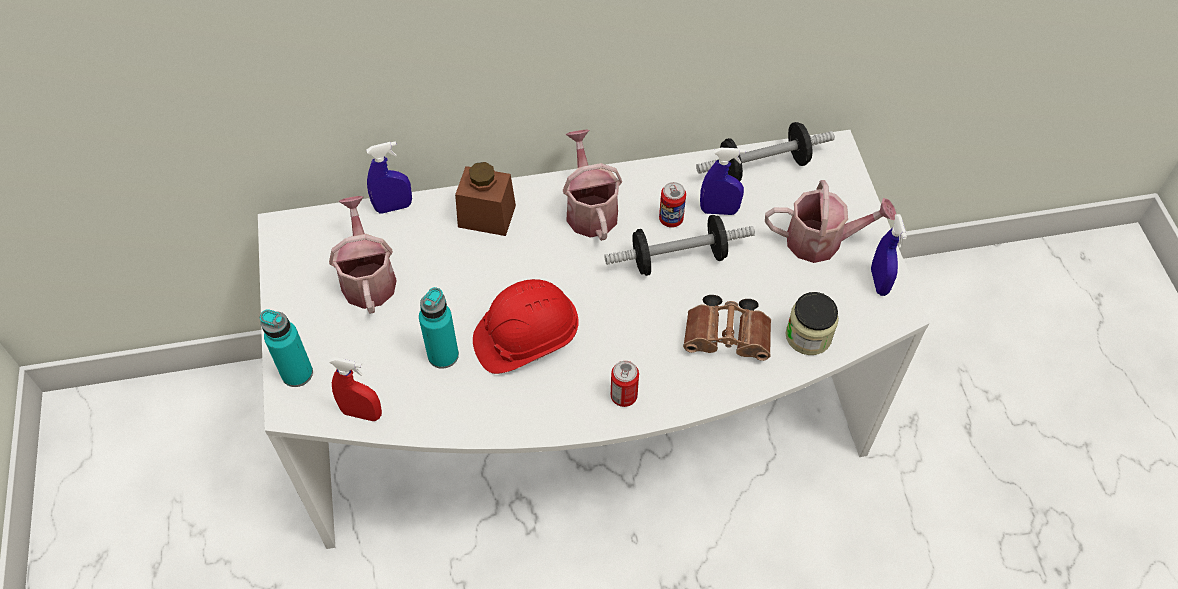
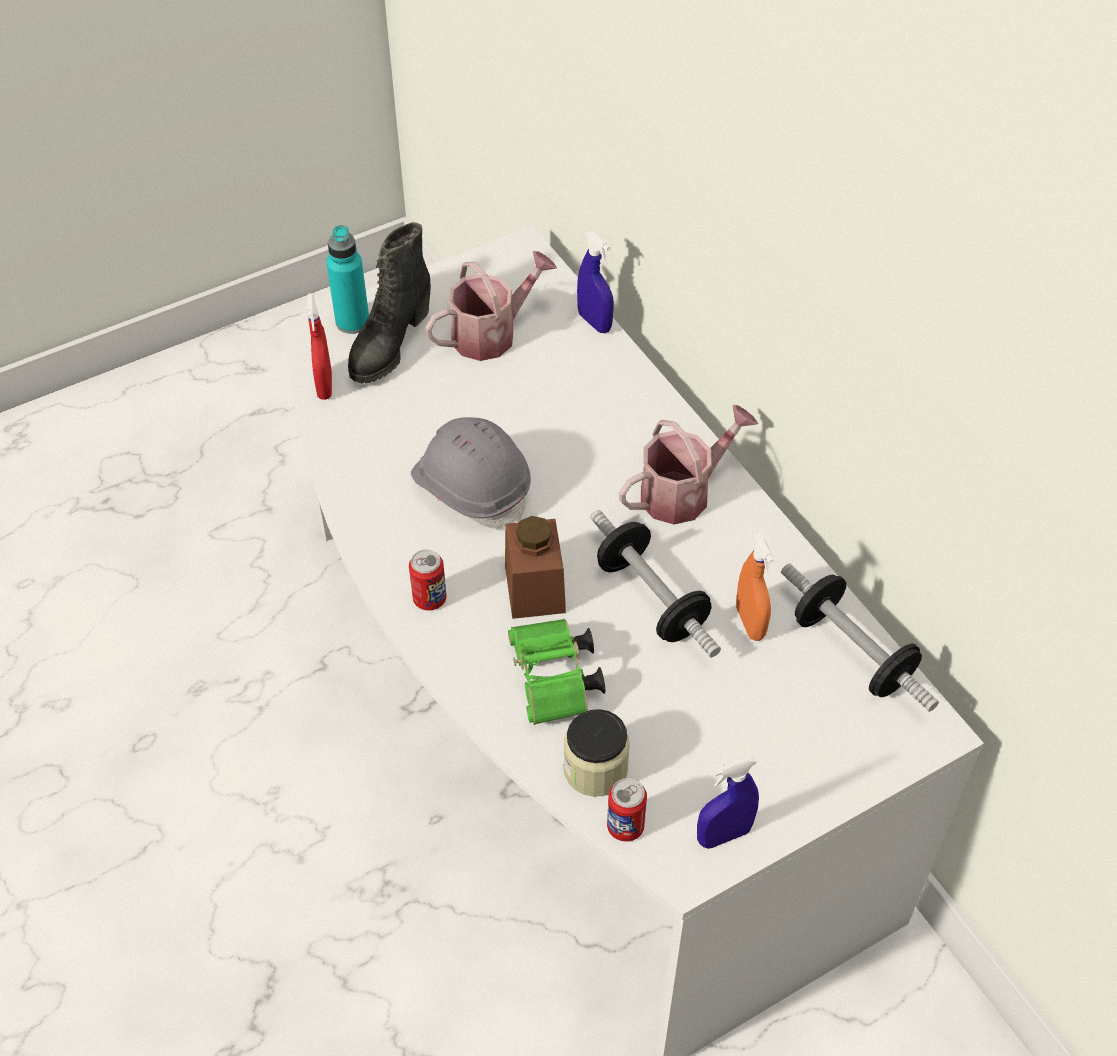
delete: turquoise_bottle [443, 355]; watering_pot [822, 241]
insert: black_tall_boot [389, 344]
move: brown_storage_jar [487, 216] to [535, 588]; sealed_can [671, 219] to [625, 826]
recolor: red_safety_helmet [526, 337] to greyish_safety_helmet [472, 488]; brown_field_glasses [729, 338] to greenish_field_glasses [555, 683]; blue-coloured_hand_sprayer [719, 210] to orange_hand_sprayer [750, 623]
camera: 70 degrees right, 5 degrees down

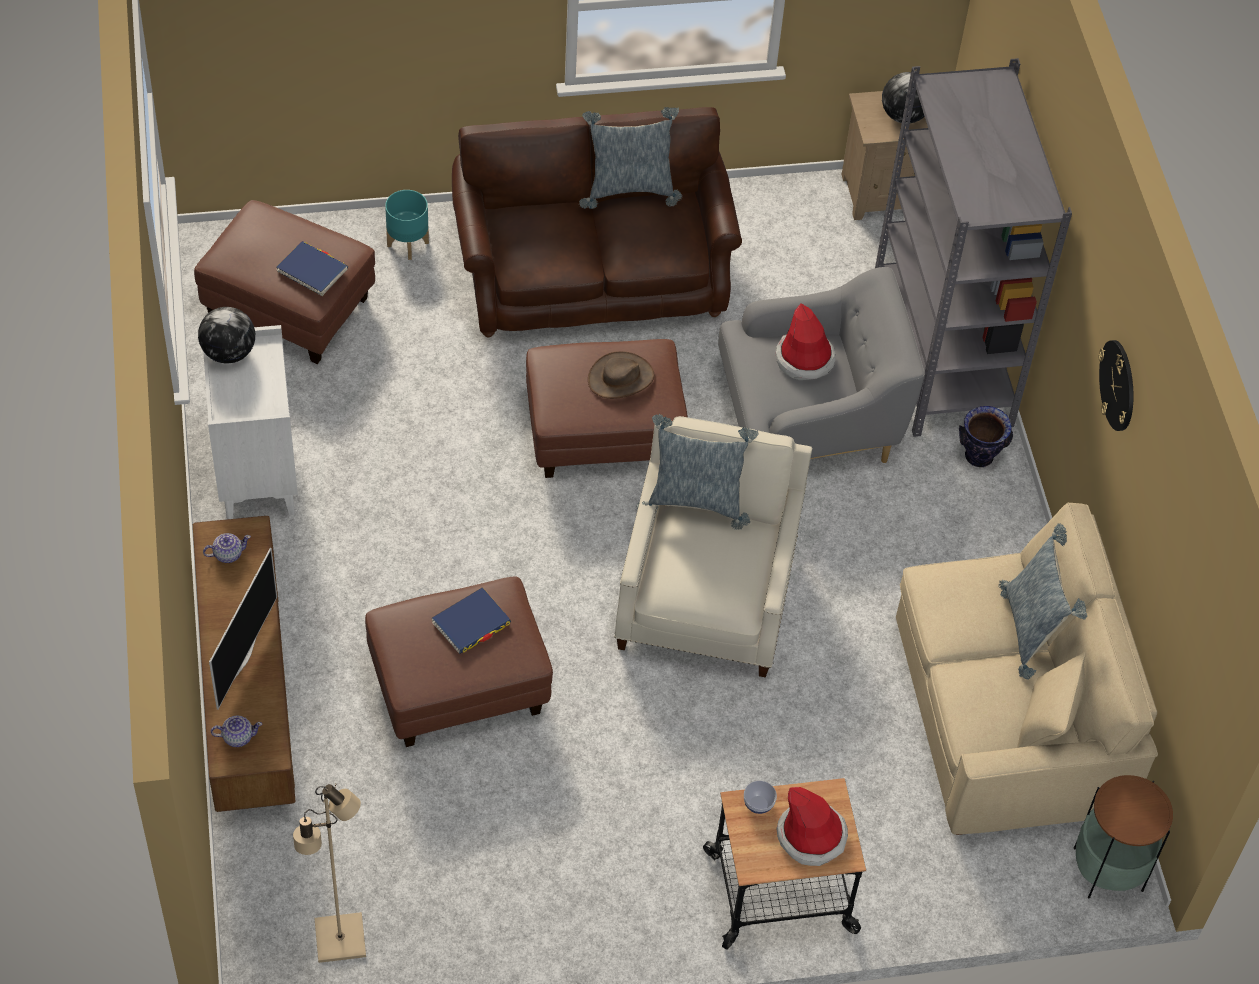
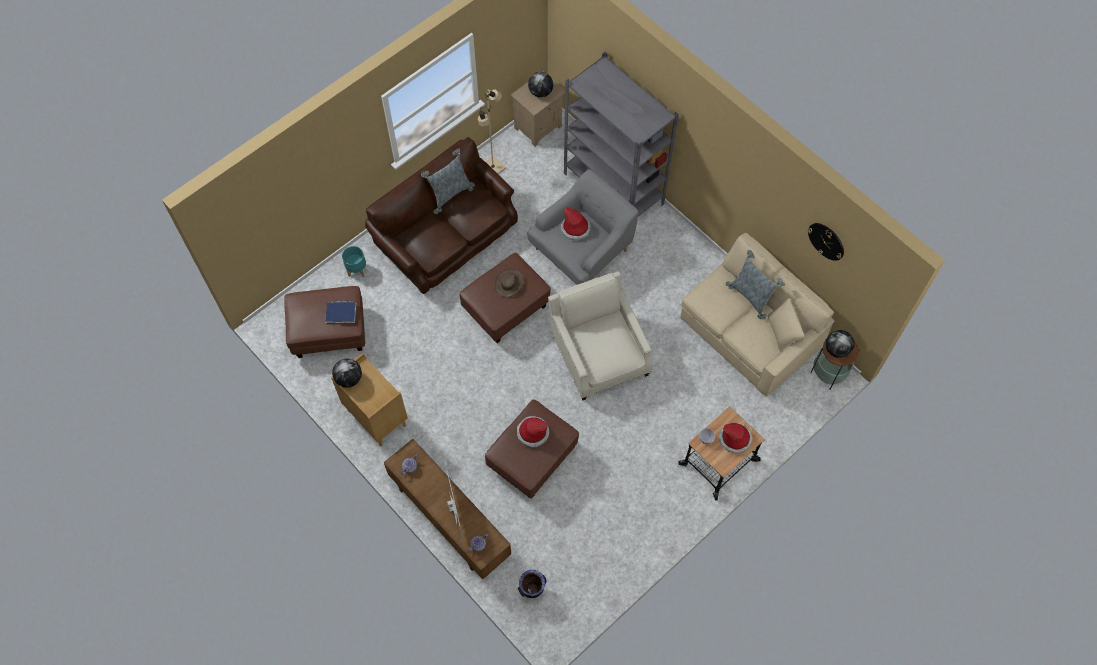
delete: cushion [695, 505]
insert: world_globe [837, 350]
move: sand-coloured_standing_lamp [340, 938] to [492, 167]; decorative_vase [979, 457] to [532, 590]; hanging_clock [1118, 385] to [826, 241]
replace: blue-coloured_book [471, 623] to clothing_hat [532, 432]
recolor: white-coloured_storage_cabinet [257, 475] to brown_storage_cabinet [376, 417]
camera: 30 degrees left, 10 degrees up

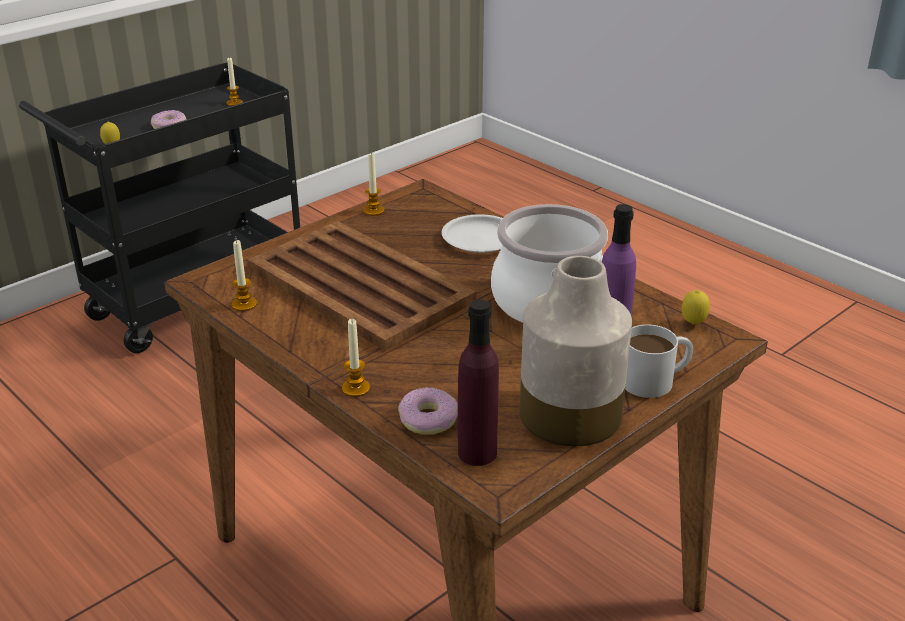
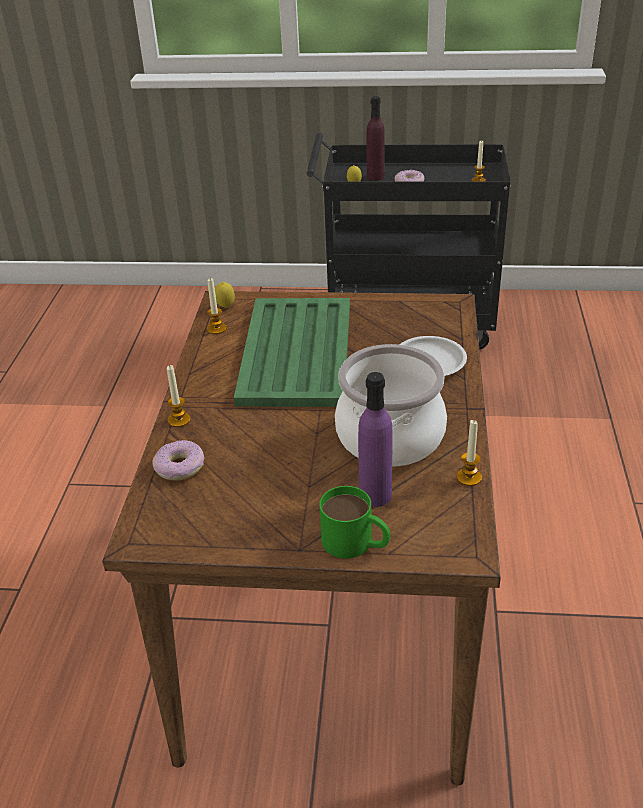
delete: sand-coloured_decorative_vase [569, 414]
move: wax_light [373, 211] to [469, 477]; purple-coloured_bottle [477, 453] to [375, 177]; citrus_fruit [693, 324] to [225, 307]
recolor: brown_serving_tray [360, 286] to greenish_serving_tray [295, 353]; white-coloured_coffee_mug [656, 379] to greenish_coffee_mug [356, 543]
camera: 50 degrees right, 5 degrees up

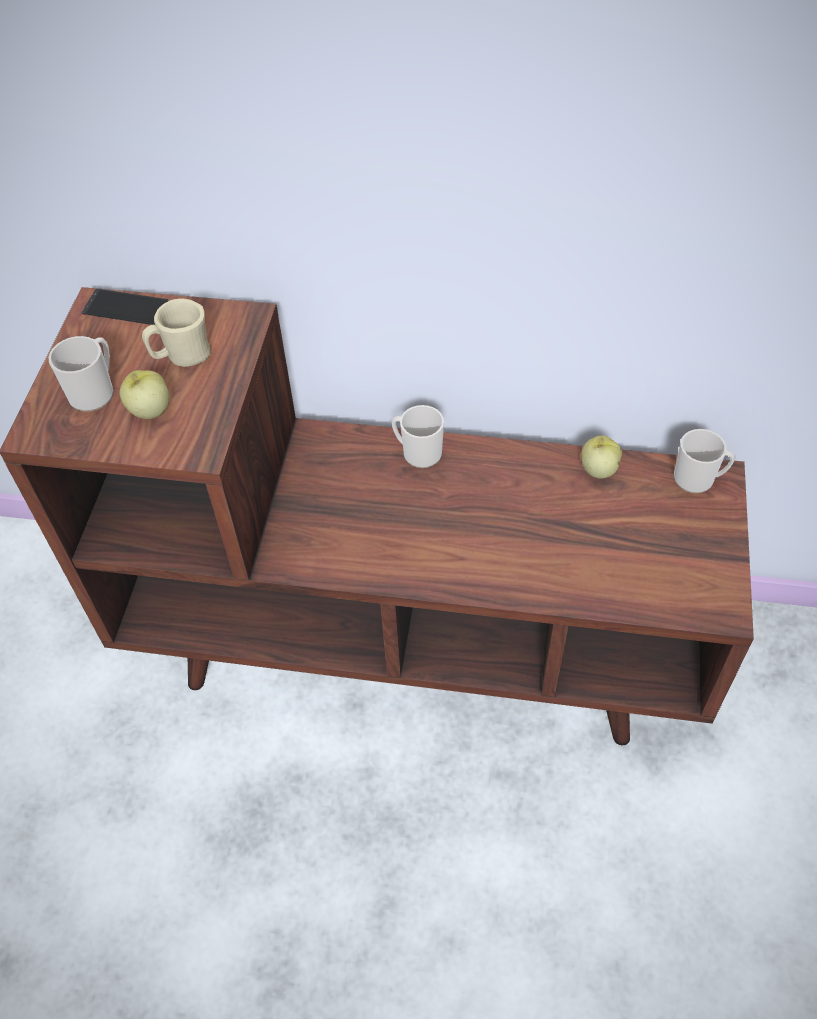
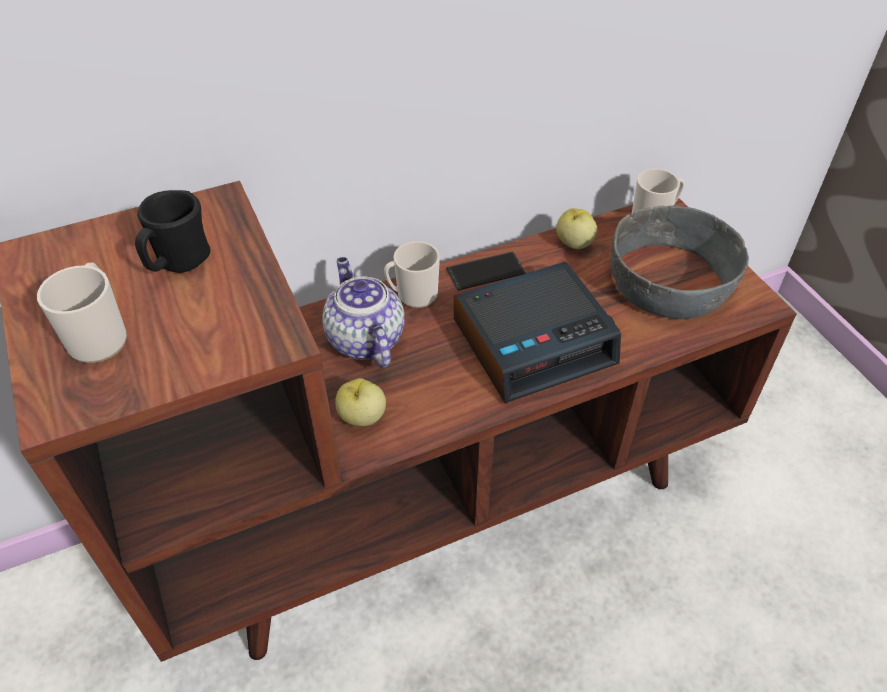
insert: tea_pot [364, 339]; bedside_clock [534, 341]; greyish_bowl [671, 282]
move: phone [125, 307] to [485, 271]; apple_fruit [149, 410] to [361, 417]
recolor: sand-coloured_coffee_mug [182, 357] to black_coffee_mug [178, 263]
camera: 35 degrees left, 5 degrees down

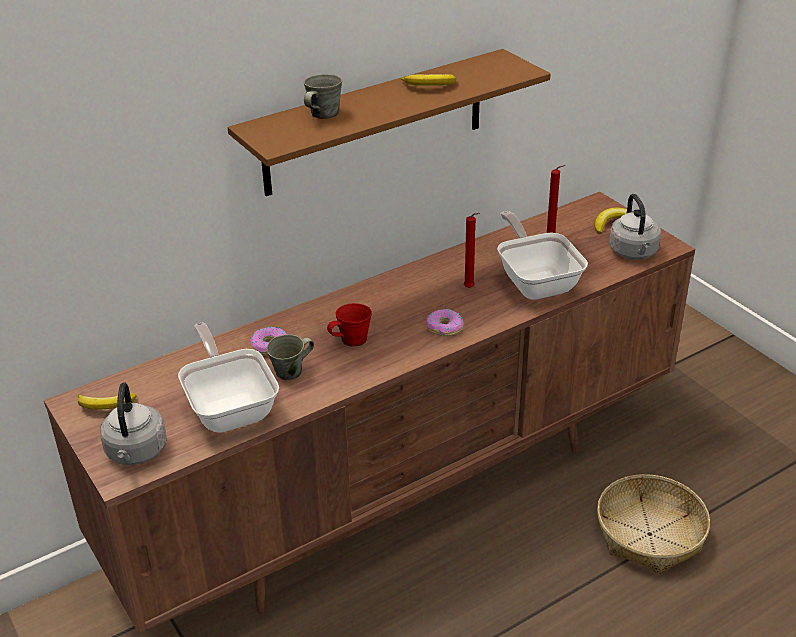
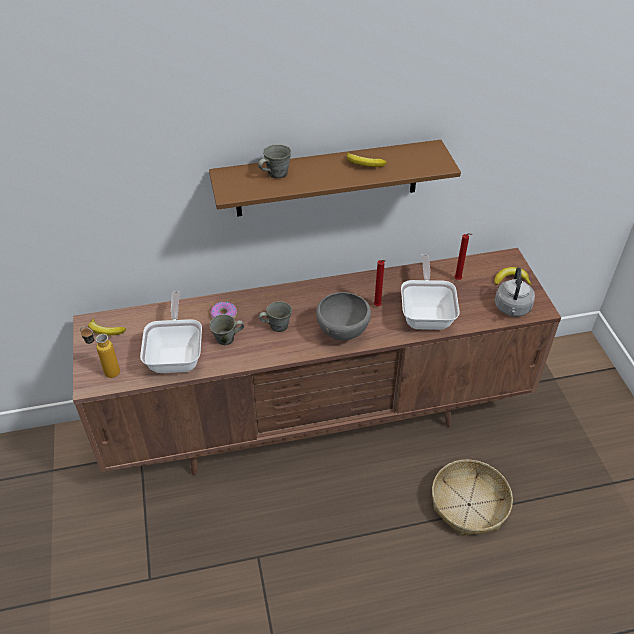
replace: greyish_kettle [136, 453] to bottle [106, 371]; doughnut [444, 327] to greyish_bowl [343, 333]
recolor: red_coffee_mug [352, 340] to greyish_coffee_mug [277, 326]
camera: 20 degrees right, 10 degrees up

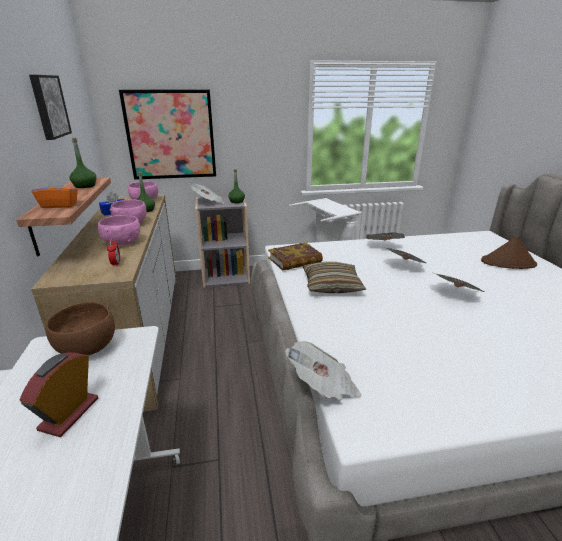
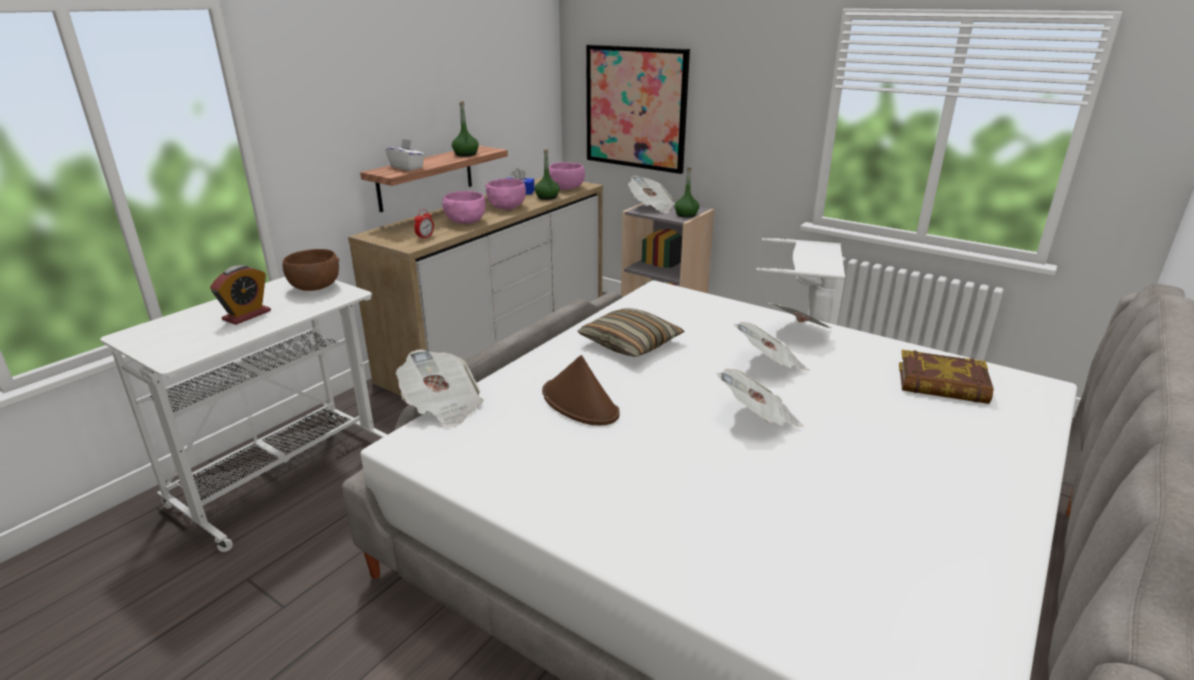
delete: wall_art [48, 106]
move: book [295, 260] to [942, 384]; brown_clothing_hat [508, 263] to [580, 403]
recolor: orange_tissue_holder [59, 205] to white-coloured_tissue_holder [407, 167]
rotate: bedside_clock [69, 414] = [247, 315] 150 degrees clockwise
camera: 45 degrees right, 0 degrees up

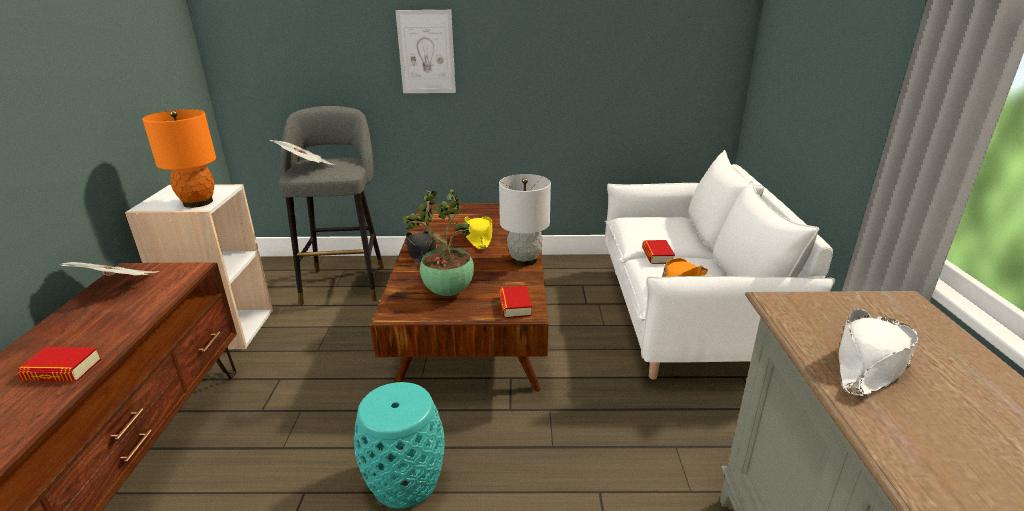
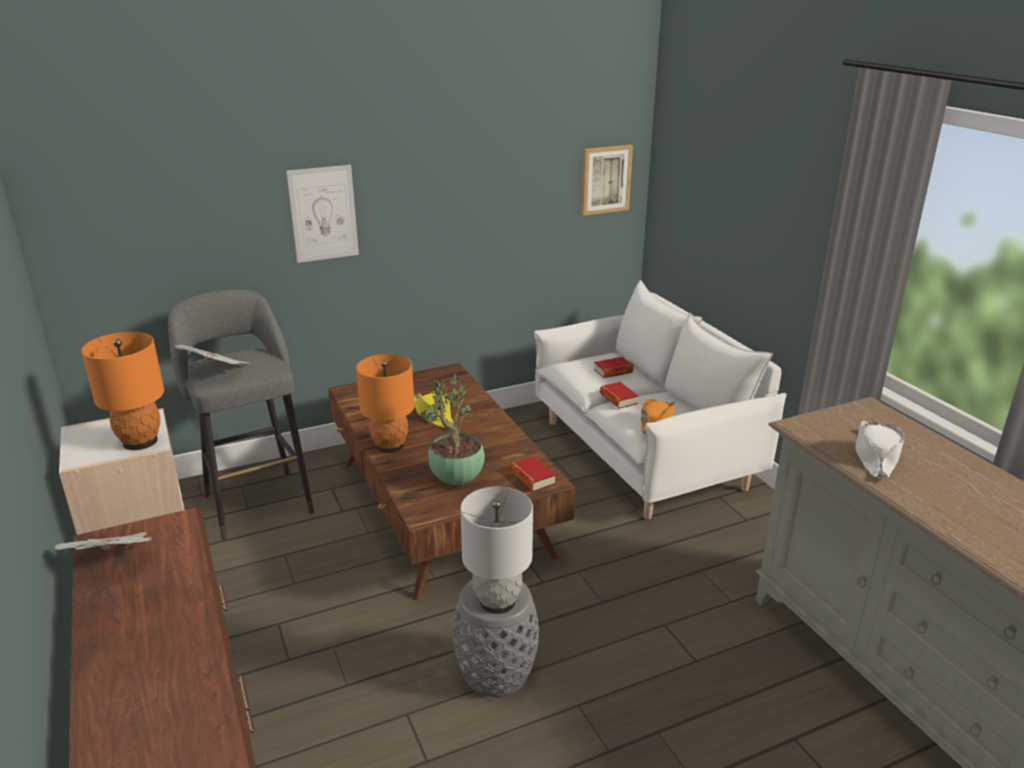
insert: wall_art [605, 179]
move: book [62, 370] to [613, 371]; white-coloured_tabletop_lamp [524, 260] to [497, 601]
replace: black_clothing_hat [422, 253] to orange_tabletop_lamp [390, 446]
recolor: turquoise_stool [405, 482] to greyish_stool [496, 673]
camera: 25 degrees left, 0 degrees up

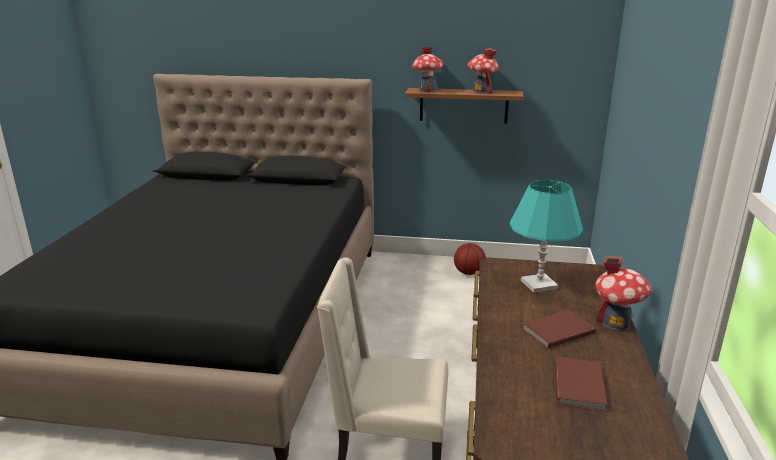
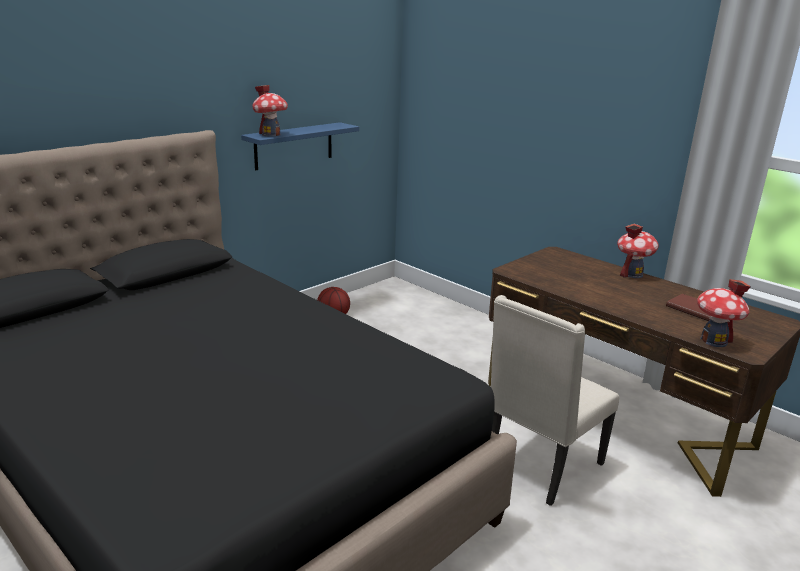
delete: turquoise_tabletop_lamp [539, 284]; brown_book [556, 331]
move: model_house [481, 91] to [714, 341]
recolor: brown_shelf [463, 105] to blue-coloured_shelf [294, 146]
camera: 55 degrees left, 0 degrees up

